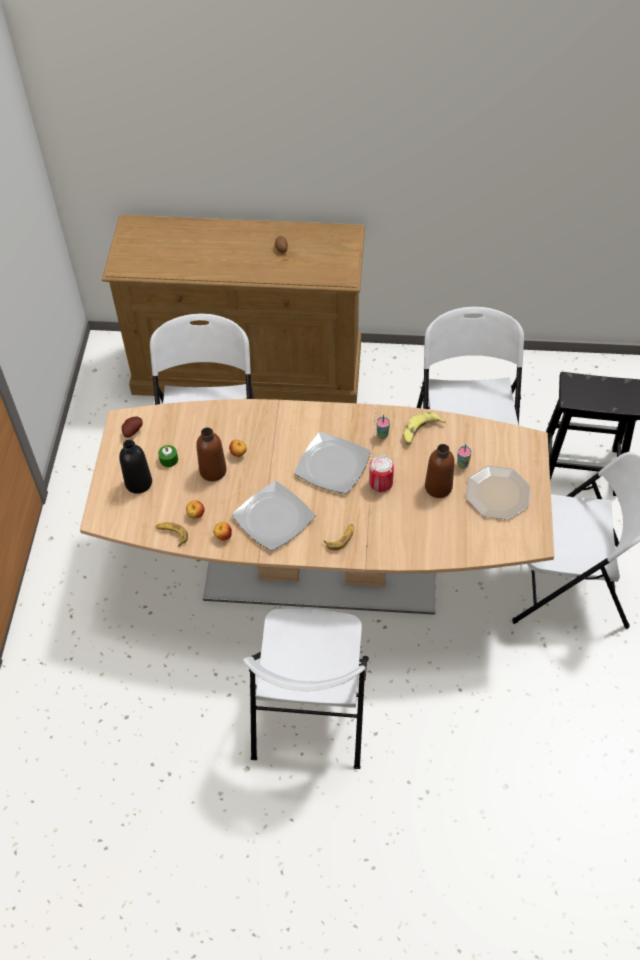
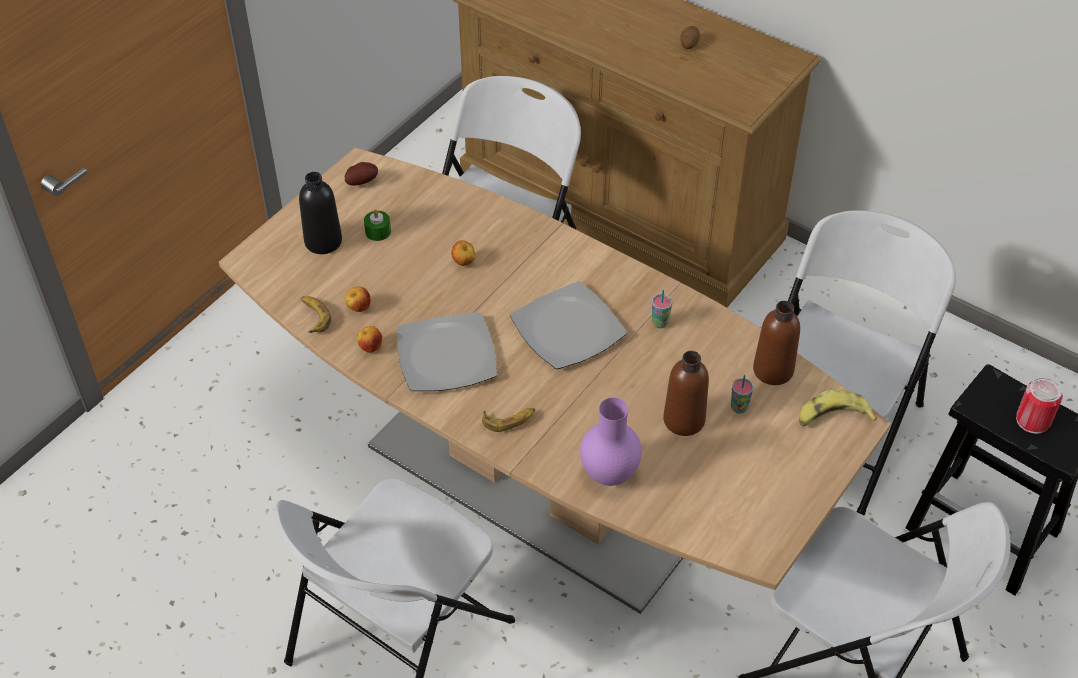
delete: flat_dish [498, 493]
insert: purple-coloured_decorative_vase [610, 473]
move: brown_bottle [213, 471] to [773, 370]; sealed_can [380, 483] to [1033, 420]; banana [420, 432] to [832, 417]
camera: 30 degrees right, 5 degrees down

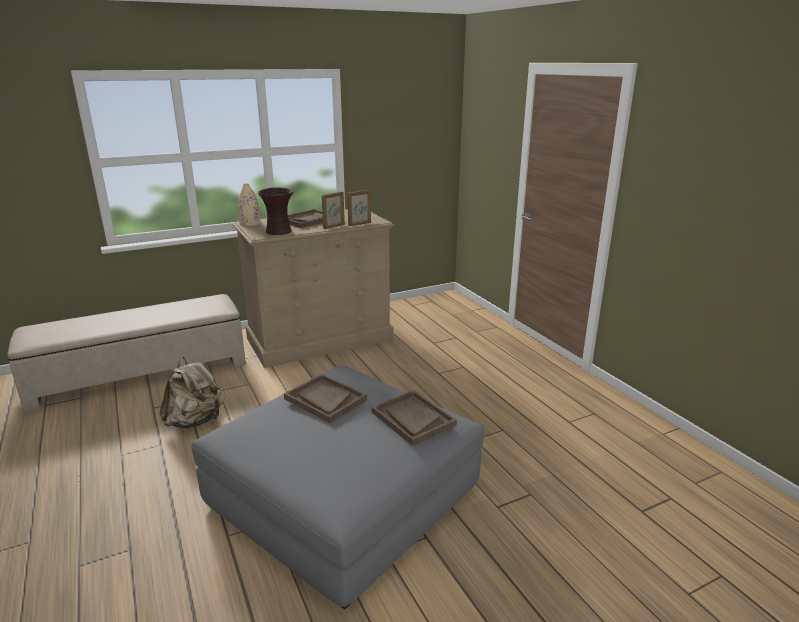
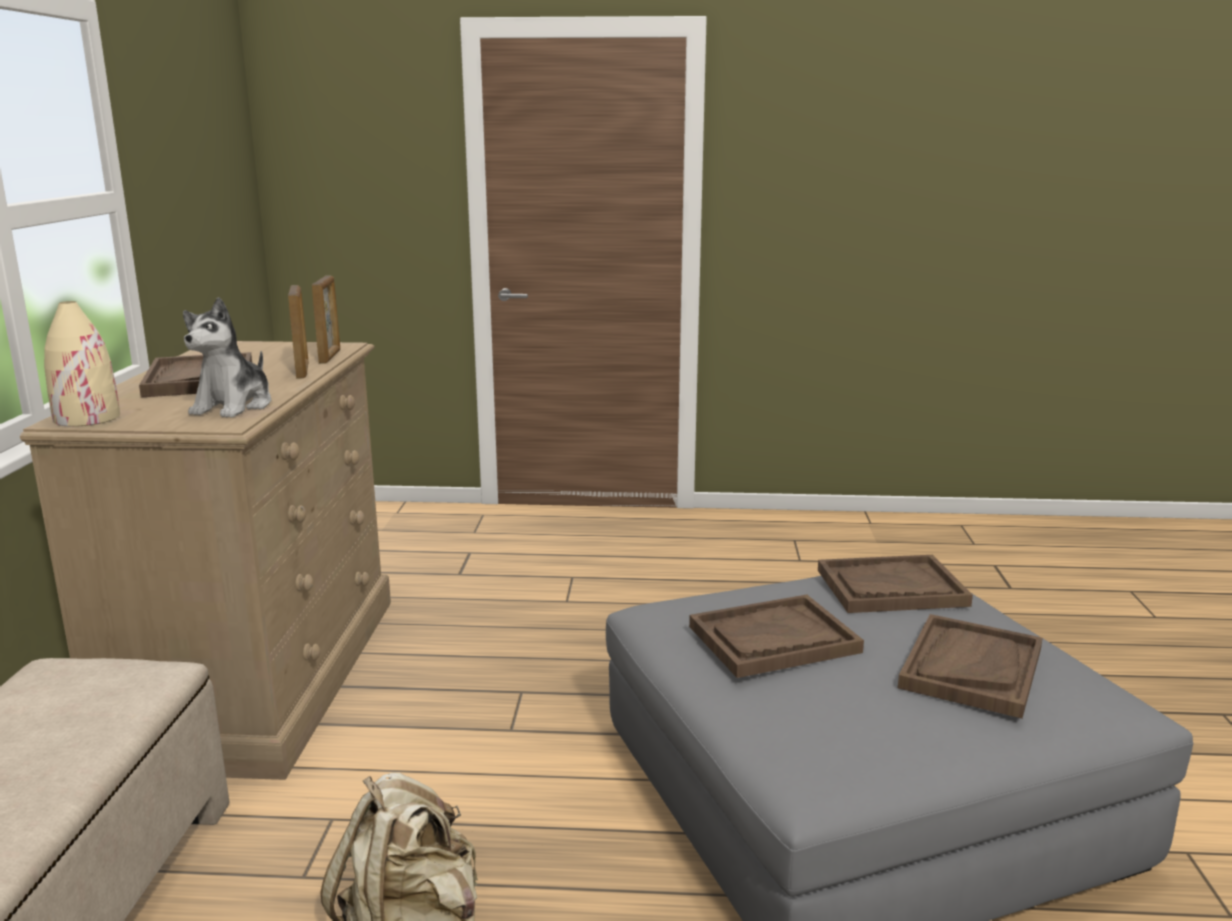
insert: brown_serving_tray [971, 668]
replace: decorative_vase [279, 232] to plush_toy [234, 406]
camera: 60 degrees left, 5 degrees down

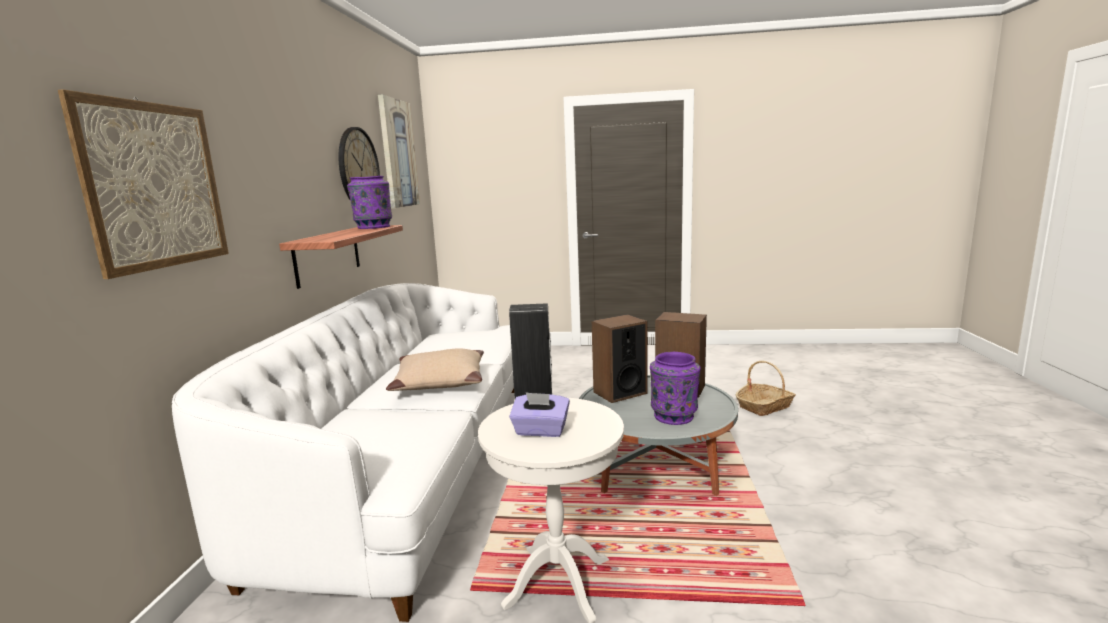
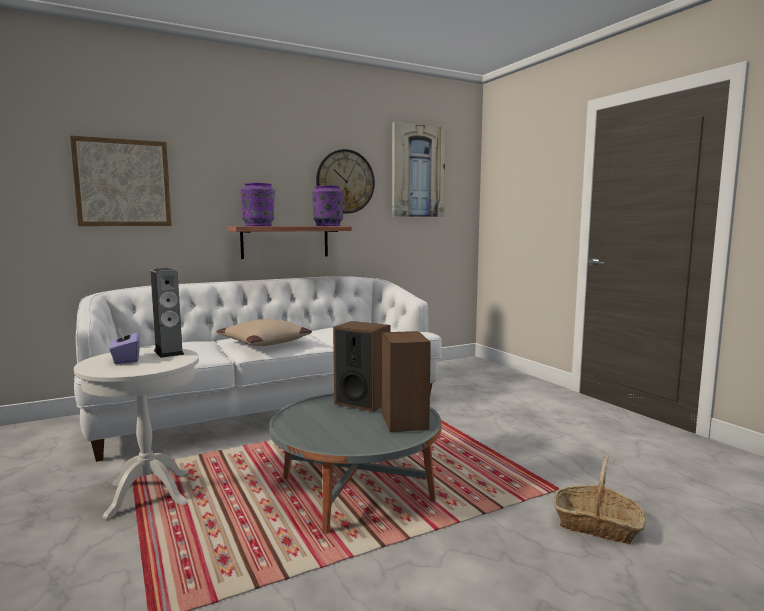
move: purple-coloured_decorative_vase [674, 416] to [259, 226]
camera: 55 degrees right, 5 degrees down

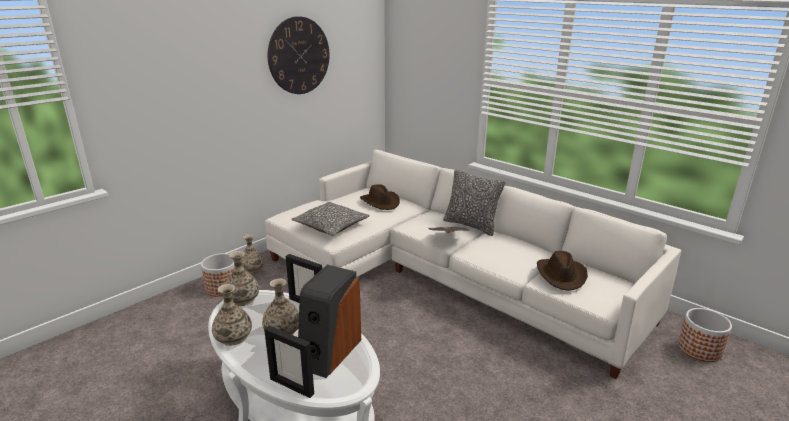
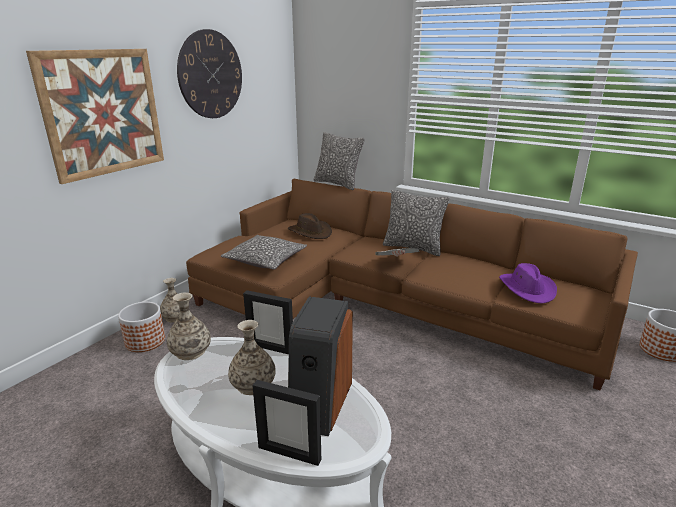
delete: decorative_vase [233, 337]
insert: wall_art [103, 113]; cushion [337, 184]
recolor: white-coloured_settee [441, 273] to brown_settee [384, 301]; brown_clothing_hat [561, 275] to purple-coloured_clothing_hat [527, 288]
camera: 10 degrees left, 0 degrees up

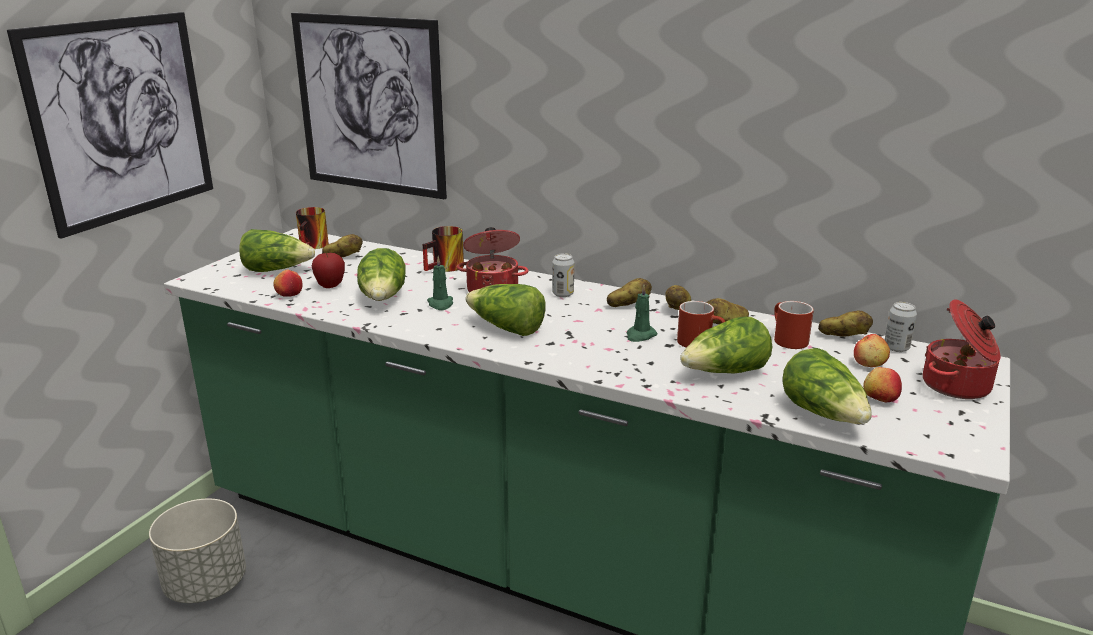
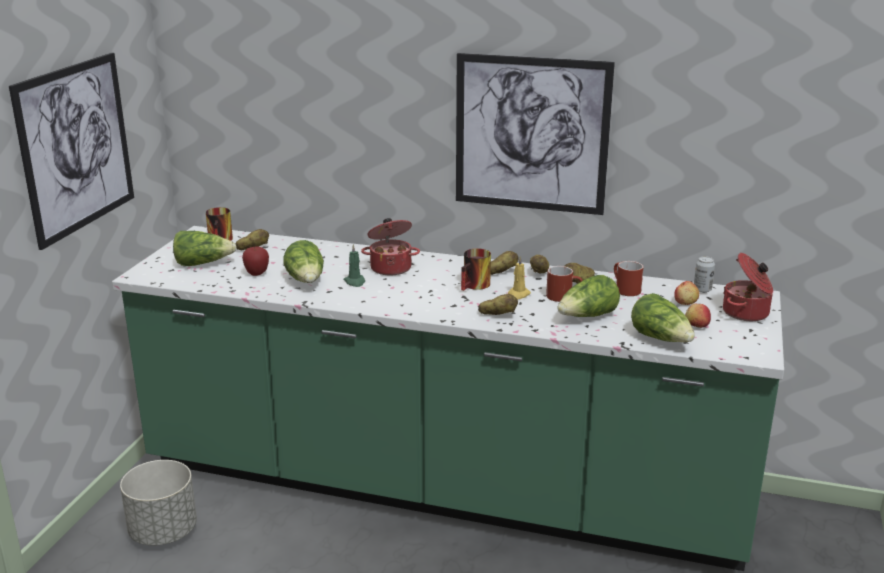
delete: apple_fruit [289, 295]; head_of_lettuce [506, 328]; sealed_can [563, 294]
move: wall_art [370, 105] to [531, 134]; coffee_mug [446, 268] to [476, 286]; whole_potato [843, 337] to [498, 315]
recolor: greenish_wax_light [640, 335] to yellowish_wax_light [518, 295]
camera: 10 degrees left, 0 degrees up

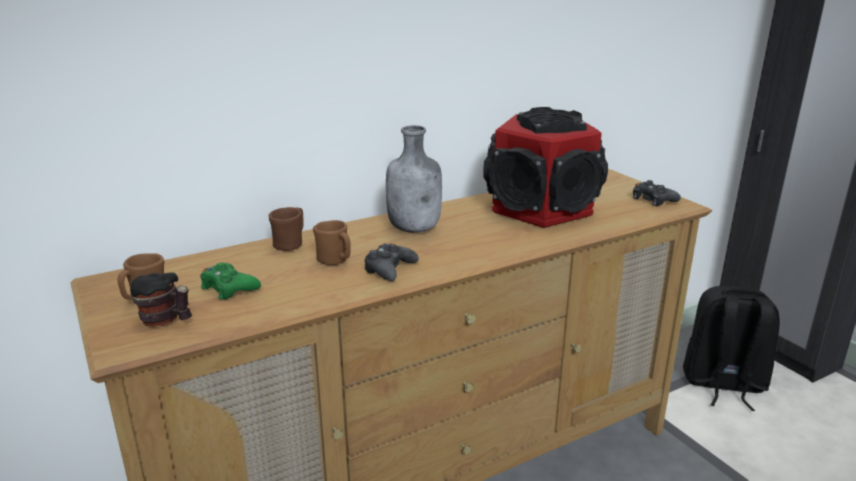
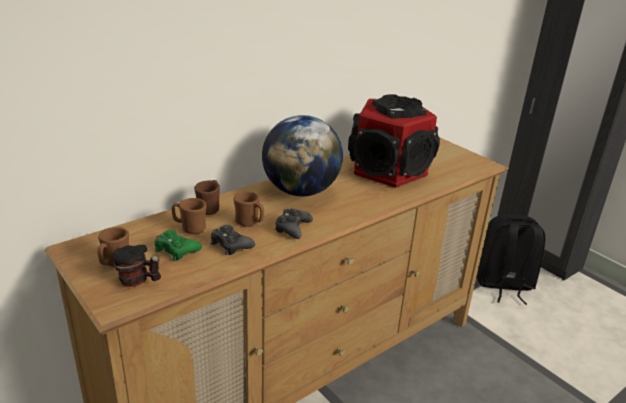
insert: brown_coffee_mug [190, 228]
move: black_joypad [653, 200] to [230, 245]
replace: greyish_bottle [415, 228] to world_globe [300, 191]
camera: 10 degrees left, 5 degrees up

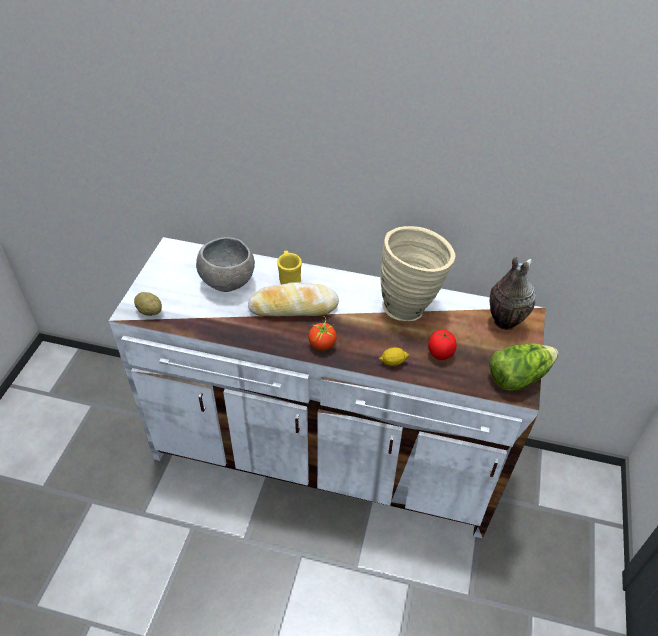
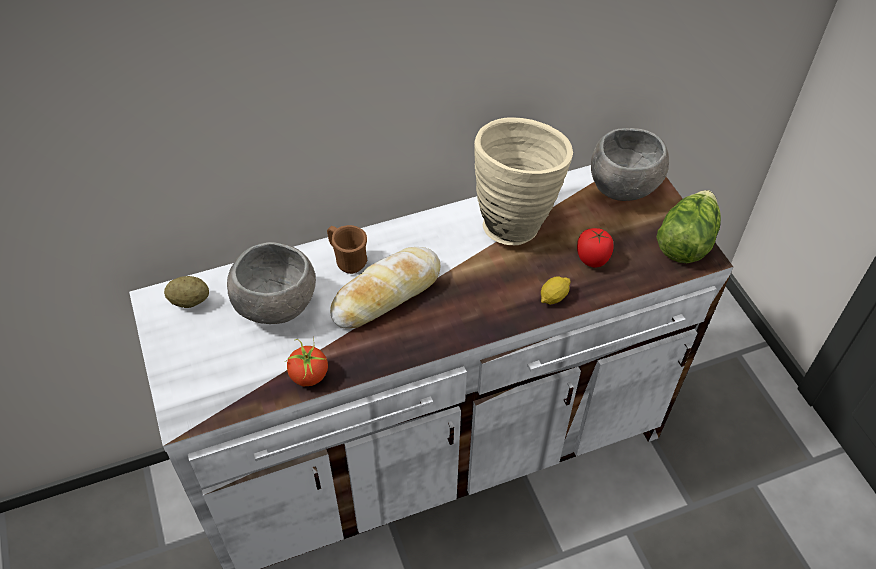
move: whole_potato [149, 311] to [189, 301]; tomato [322, 344] to [309, 375]
replace: decorative_vase [503, 322] to greyish_bowl [621, 188]
recolor: yellowish_coffee_mug [289, 278] to brown_coffee_mug [347, 260]
camera: 35 degrees left, 5 degrees up

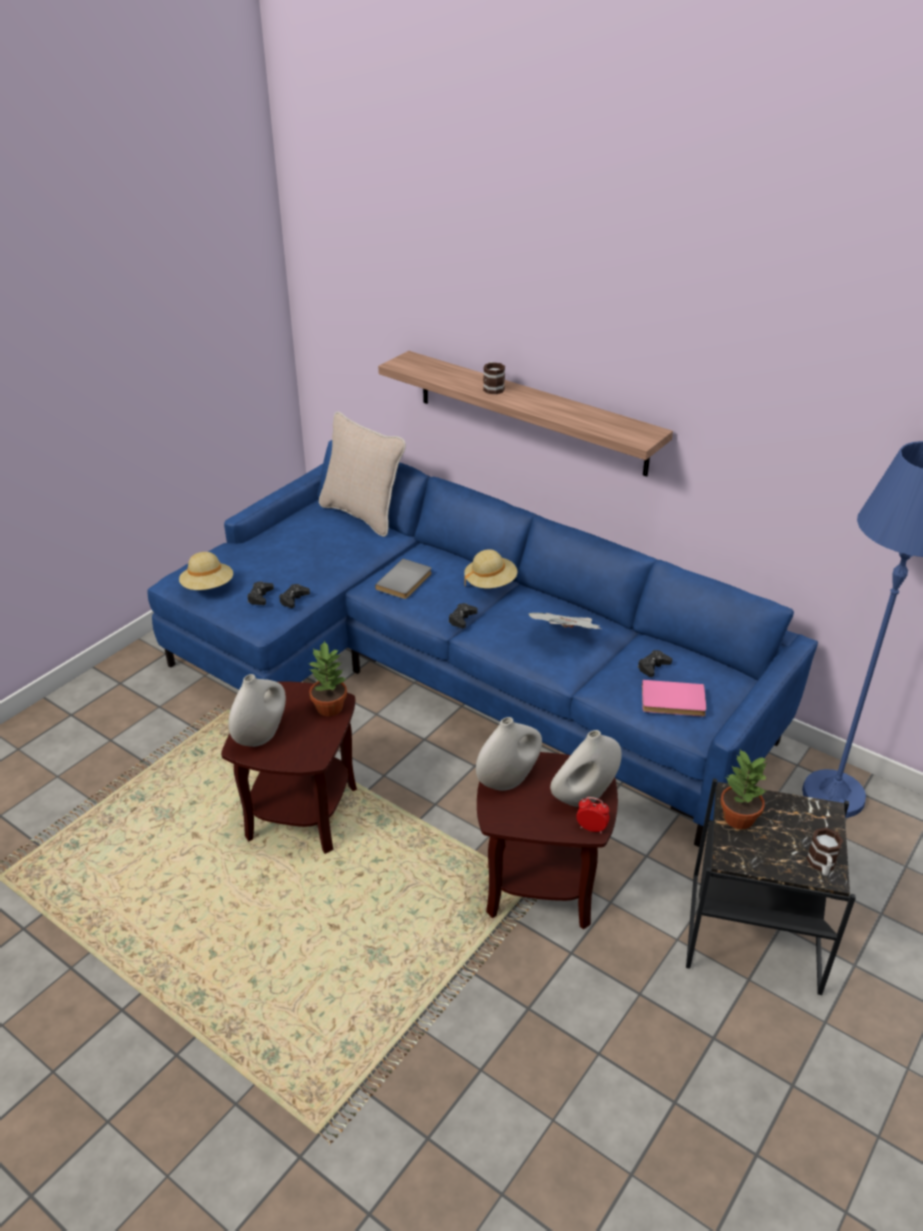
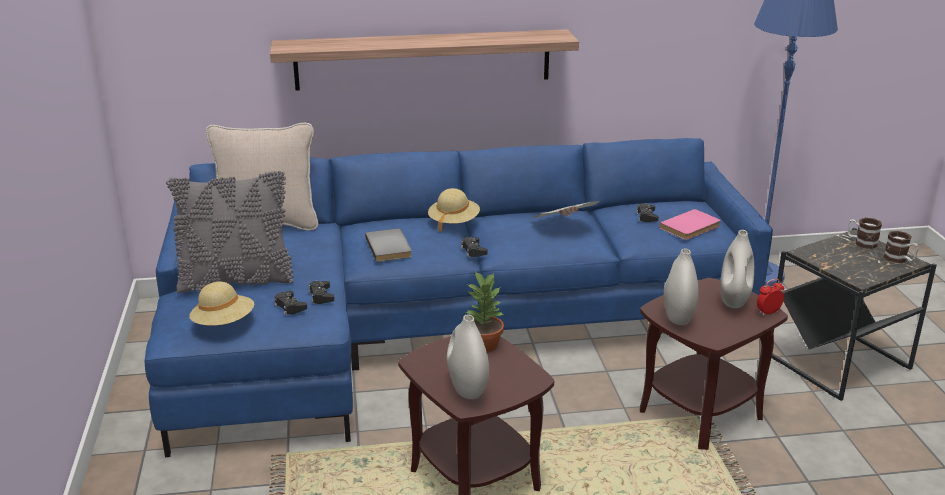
delete: potted_plant [737, 817]
insert: greyish_cushion [236, 280]
move: coffee_mug [492, 387] to [861, 242]
camera: 45 degrees left, 10 degrees down

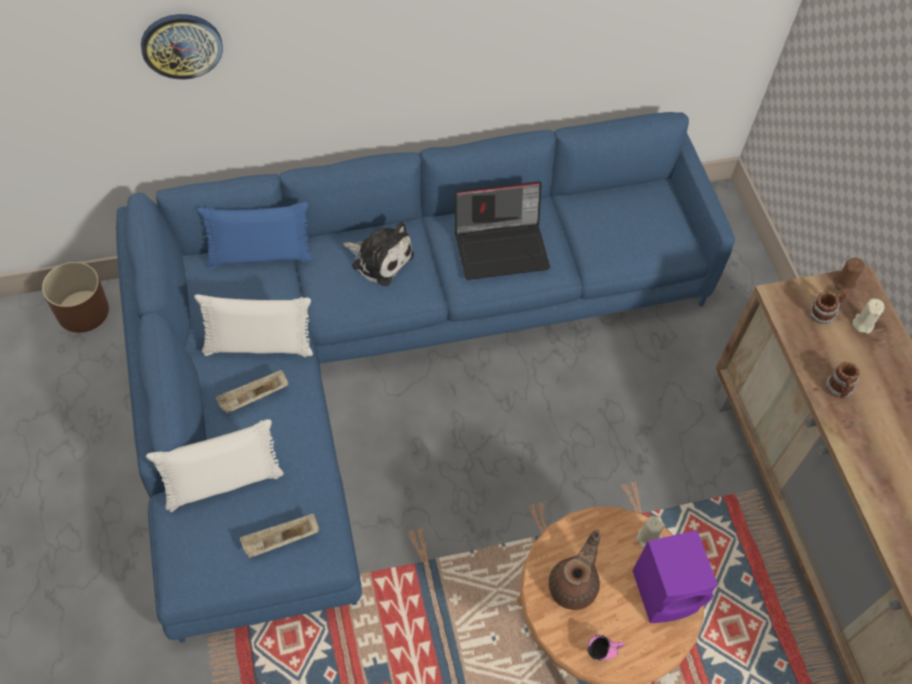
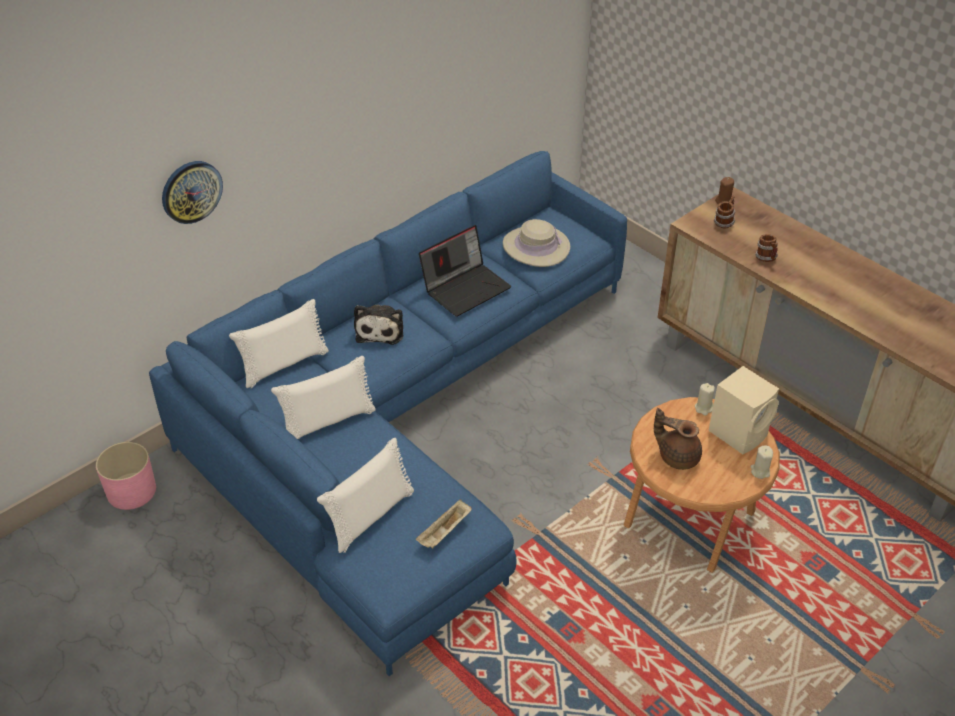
delete: sand-coloured_serving_tray [253, 398]; pink_coffee_mug [602, 653]
insert: sand-coloured_clothing_hat [536, 247]
move: sand-coloured_wax_light [862, 324] to [760, 471]
recolor: brown_planter [83, 311] to pink_planter [131, 491]; blue-coloured_cushion [259, 255] to white-coloured_cushion [284, 364]; purple-coloured_loudspeaker [667, 592] to sand-coloured_loudspeaker [739, 432]
rotate: plush_toy [379, 259] = [380, 330] 90 degrees clockwise; brown_tea_pot [574, 585] = [677, 456] 60 degrees counterclockwise
camera: 25 degrees left, 15 degrees down

